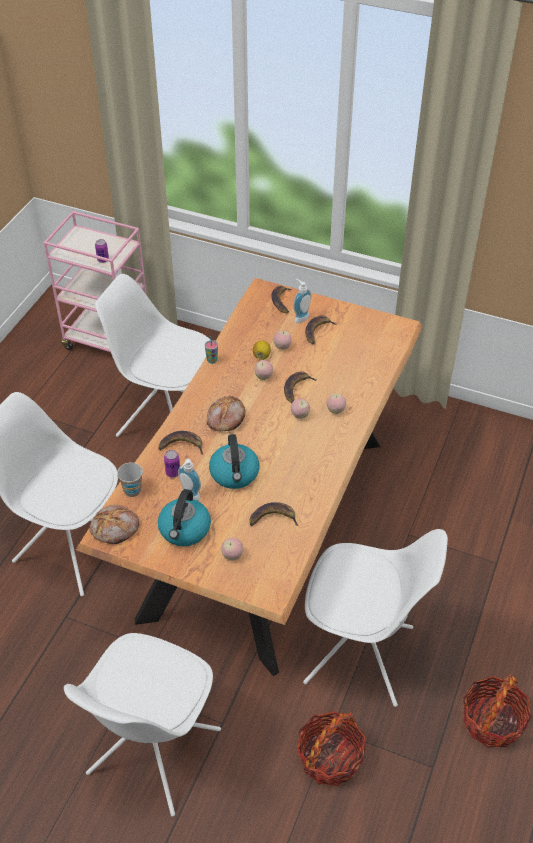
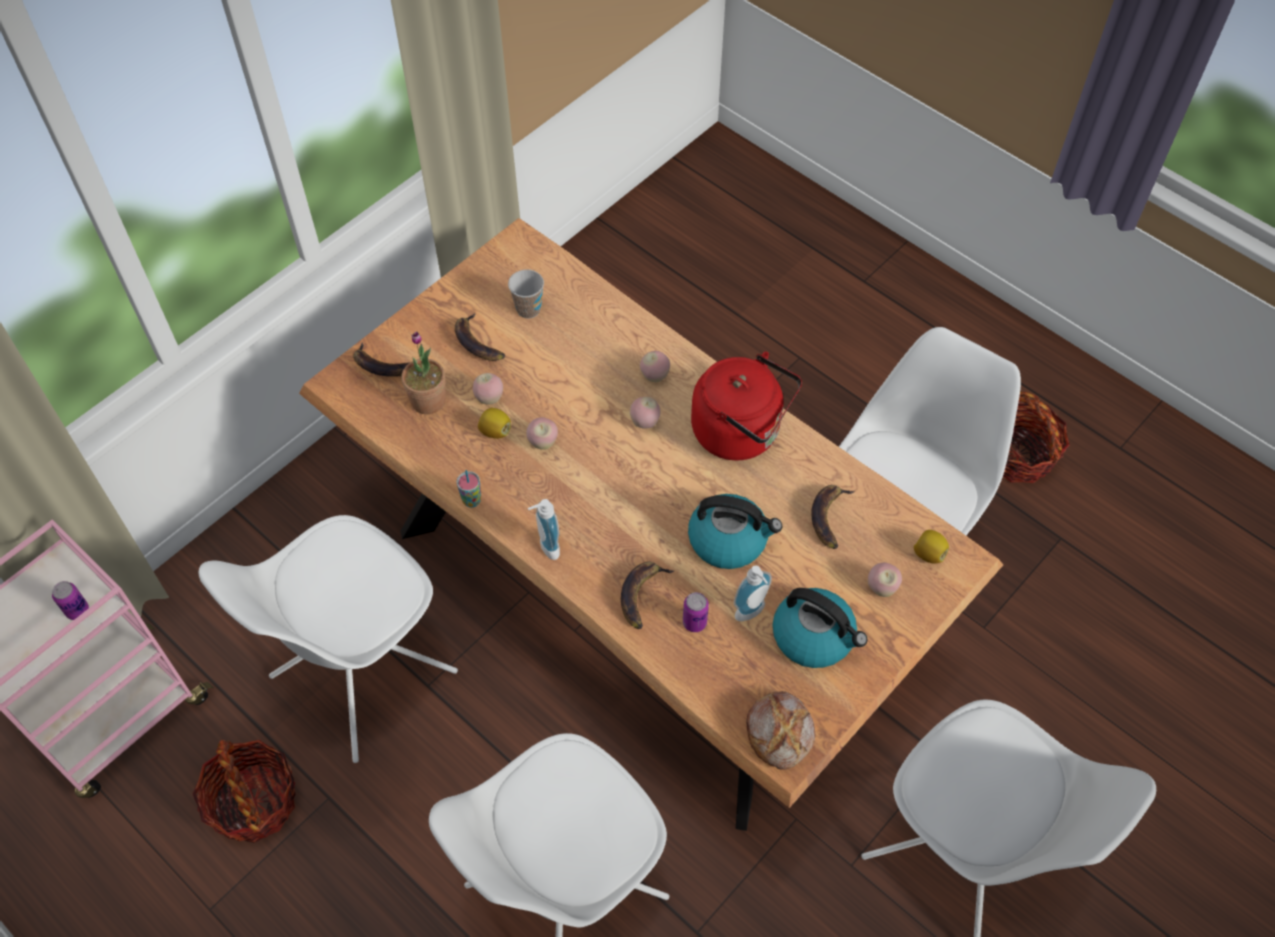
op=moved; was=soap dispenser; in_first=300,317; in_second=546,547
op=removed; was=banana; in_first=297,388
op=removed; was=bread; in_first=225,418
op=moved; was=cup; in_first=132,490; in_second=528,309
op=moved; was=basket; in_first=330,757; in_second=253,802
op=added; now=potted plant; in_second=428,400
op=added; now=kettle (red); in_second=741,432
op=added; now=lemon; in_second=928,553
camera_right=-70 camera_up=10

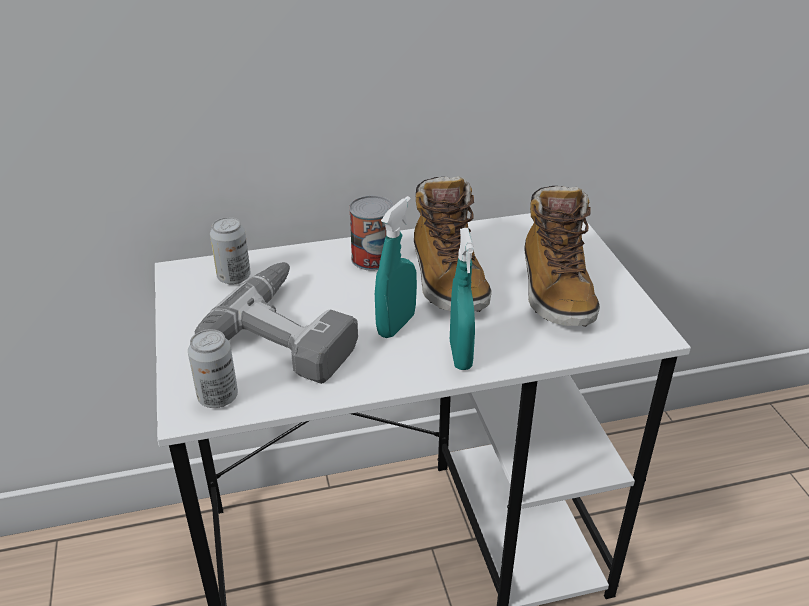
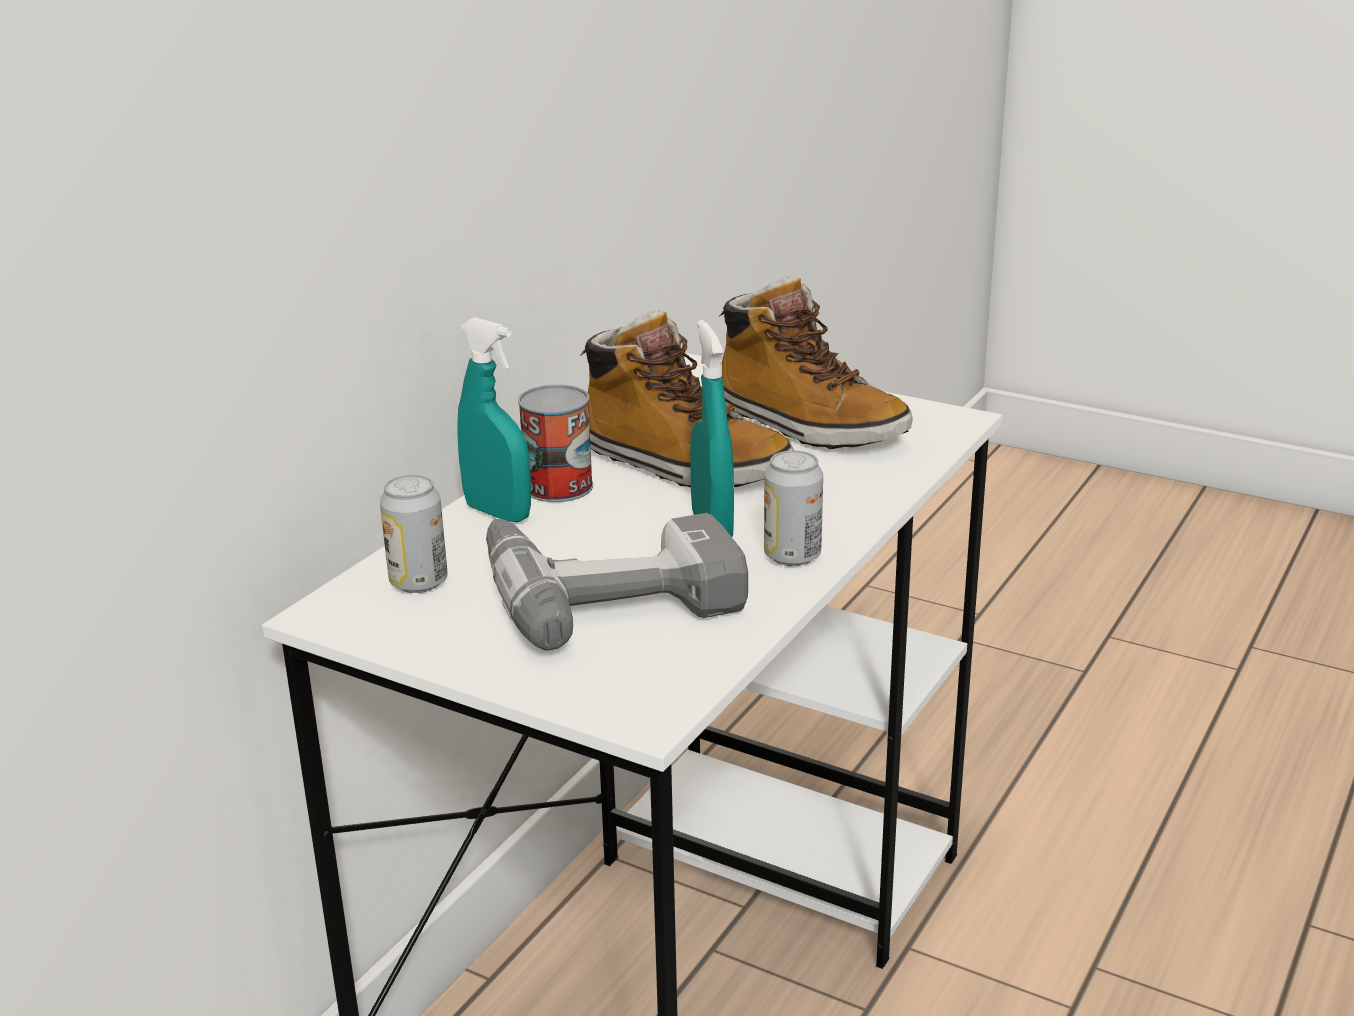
op=moved; was=spray bottle (turquoise); in_first=460,355; in_second=498,513
op=moved; was=can; in_first=218,397; in_second=792,556
camera_right=-45 camera_up=-10

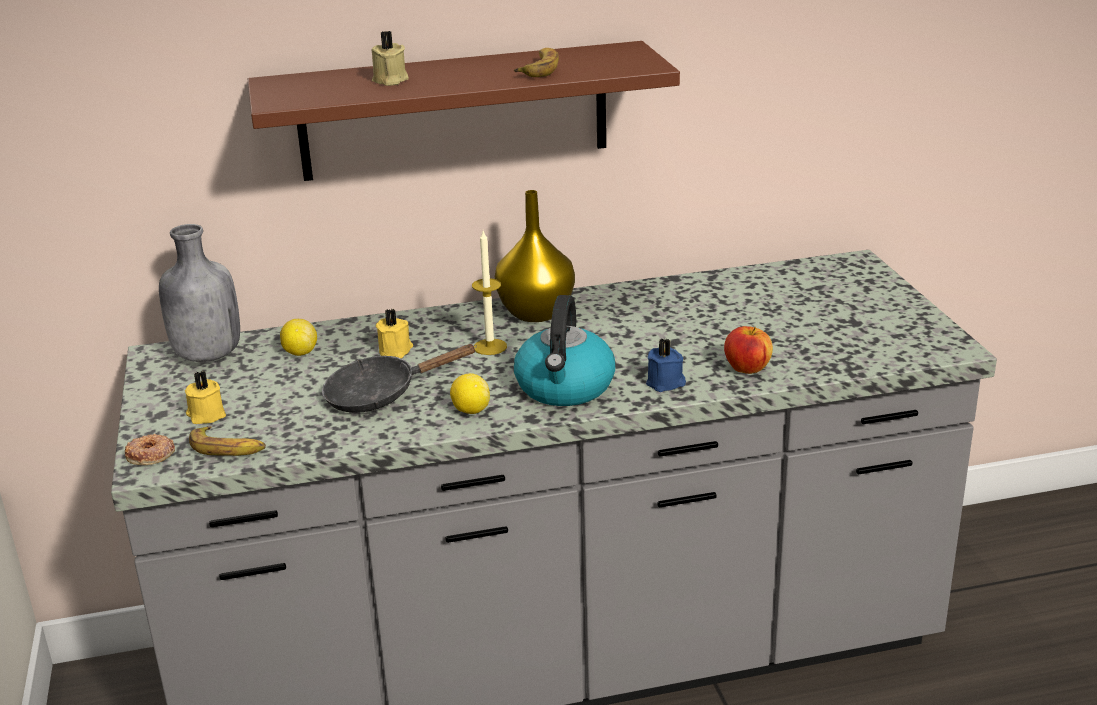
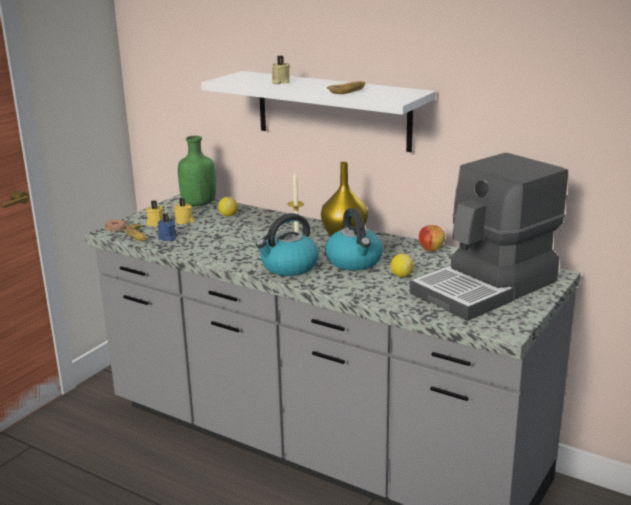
op=recoloured; was=shelf (brown); now=shelf (white); in_first=454,111; in_second=332,110
op=recoloured; was=bottle (grey); now=bottle (green); in_first=206,355; in_second=198,204
op=moved; was=candle (yellow); in_first=396,350; in_second=184,221
op=moved; was=apple; in_first=747,368; in_second=431,249
op=moved; was=candle (blue); in_first=666,383; in_second=167,238
op=removed; was=frying pan (black); in_first=380,394
op=moved; was=lemon; in_first=471,410; in_second=401,275
op=added; now=coffee machine; in_second=487,288
op=added; now=kettle; in_second=355,262
camera_right=45 camera_up=-5

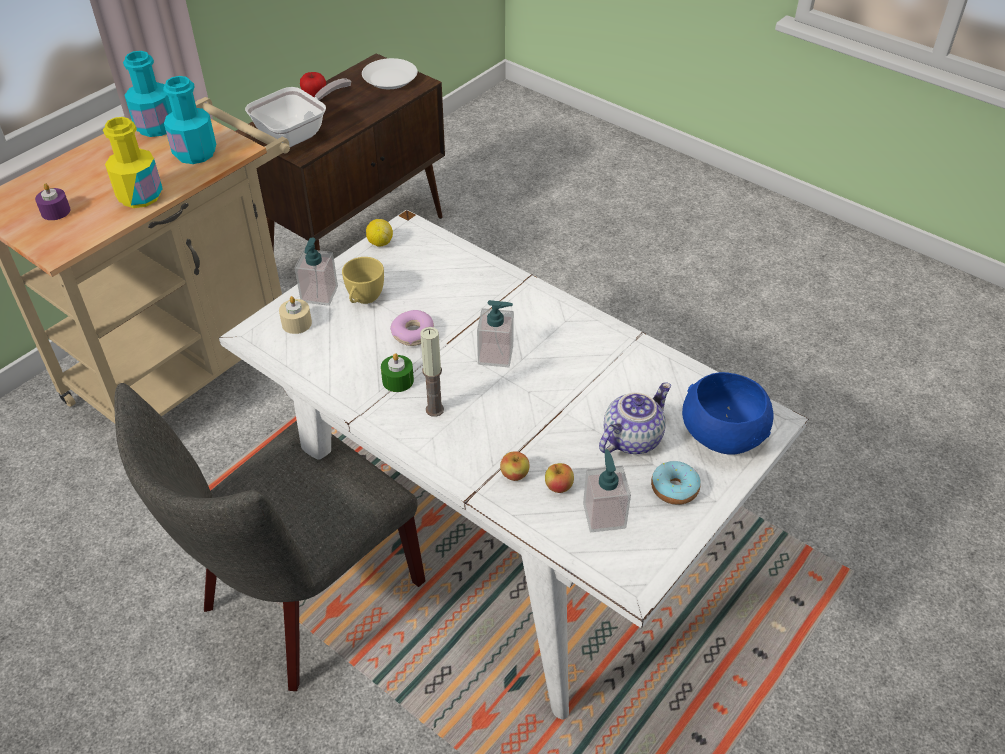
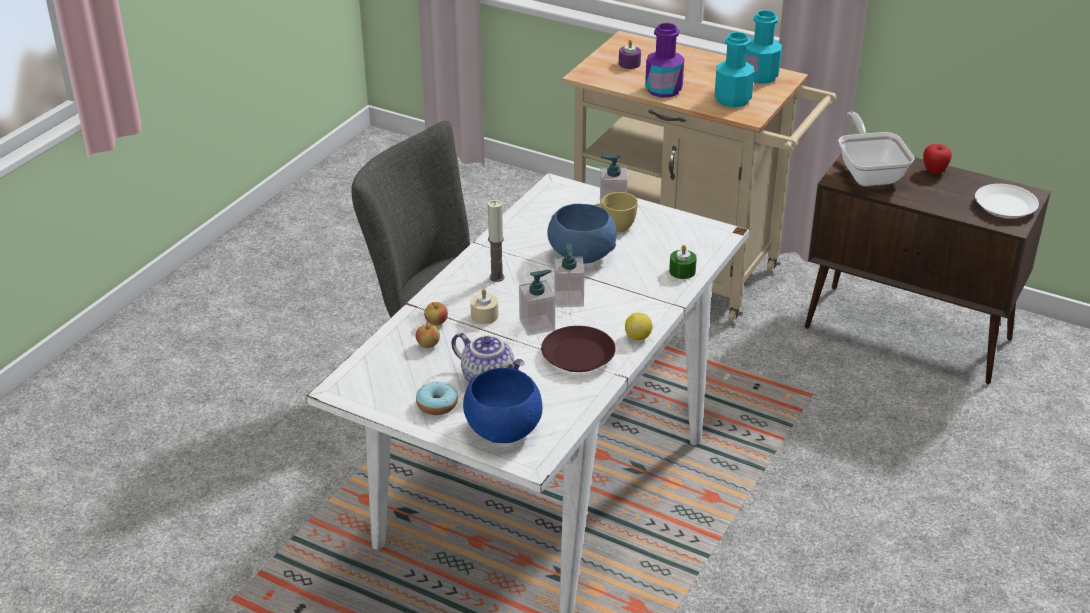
op=turned; was=frying pan; in_first=298,133; in_second=869,173; clockwise=-135
op=recoloured; was=bottle (yellow); now=bottle (purple); in_first=140,196; in_second=663,90
op=moved; was=lemon; in_first=380,242; in_second=638,337
op=moved; was=candle (beige); in_first=296,323; in_second=484,316
op=replaced; was=donut; now=bowl (blue); in_first=413,334; in_second=580,256
op=moved; was=candle (green); in_first=398,380; in_second=682,271
op=moved; was=soap dispenser; in_first=604,515; in_second=537,325
op=added; now=plate (brown); in_second=579,356
camera_right=80 camera_up=-10

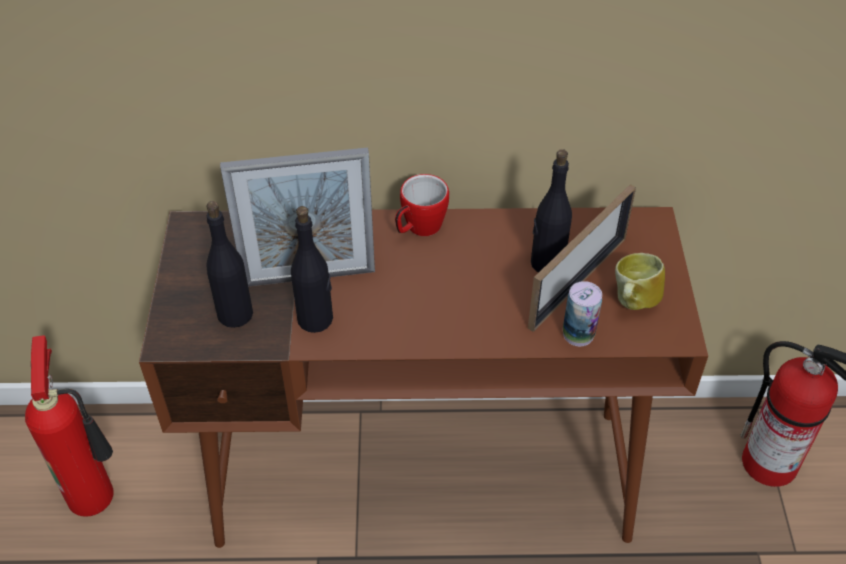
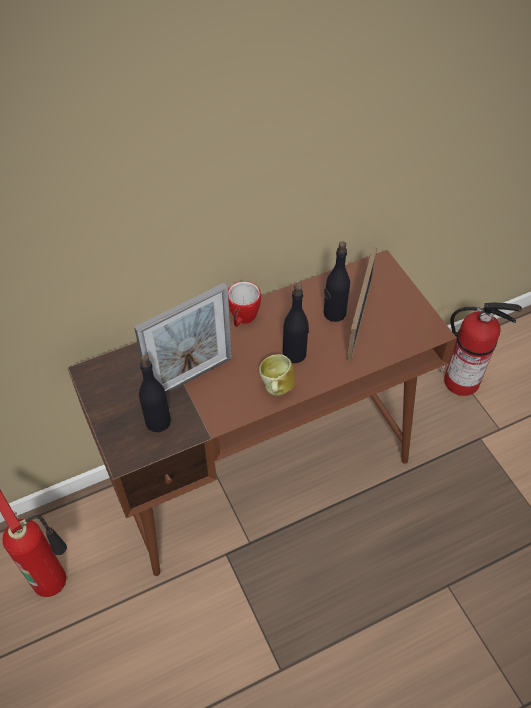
op=moved; was=bottle (black); in_first=316,319; in_second=295,353
op=moved; was=mug; in_first=632,302; in_second=276,389
op=removed; was=can; in_first=578,334
camera_right=-25 camera_up=5

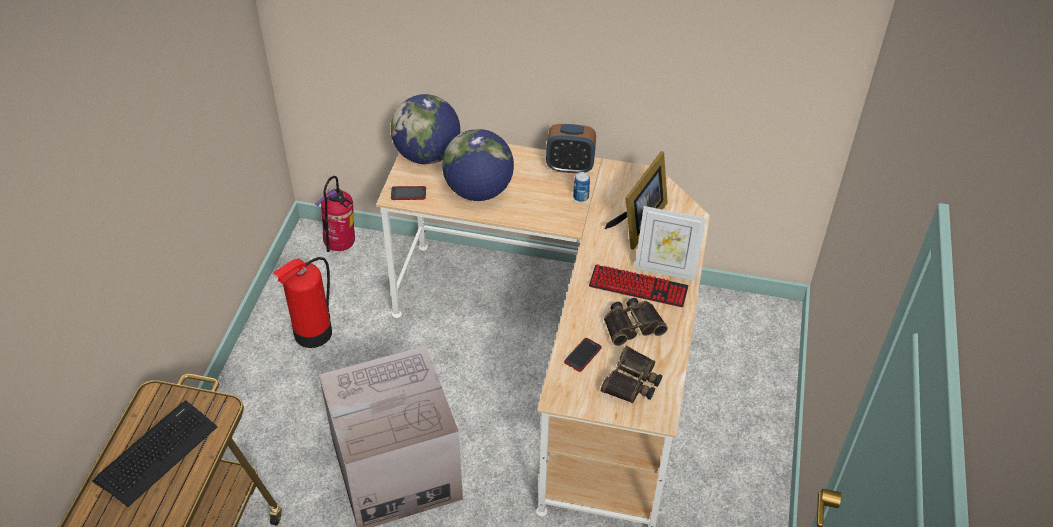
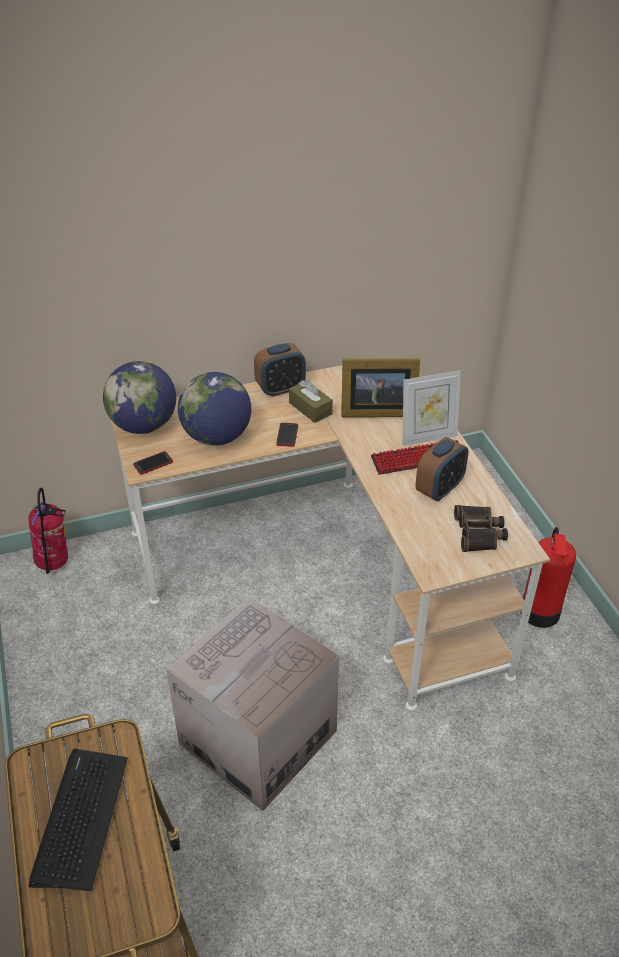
op=turned; was=picture frame; in_first=639,223; in_second=375,410; clockwise=90
op=replaced; was=can; now=tissue box (brown); in_first=581,197; in_second=310,408
op=moved; was=fire extinguisher; in_first=312,333; in_second=539,613
op=replaced; was=binoculars; now=alarm clock; in_first=632,324; in_second=439,489
op=moved; was=phone; in_first=582,355; in_second=287,435
camera_right=-30 camera_up=-5

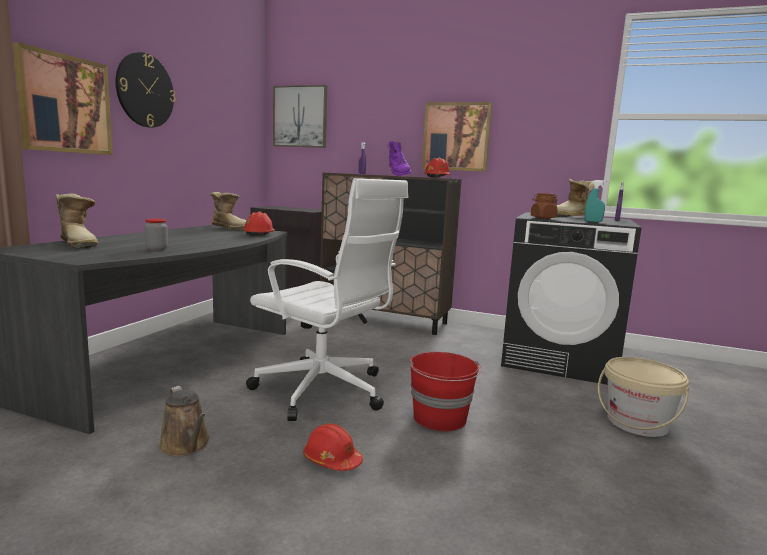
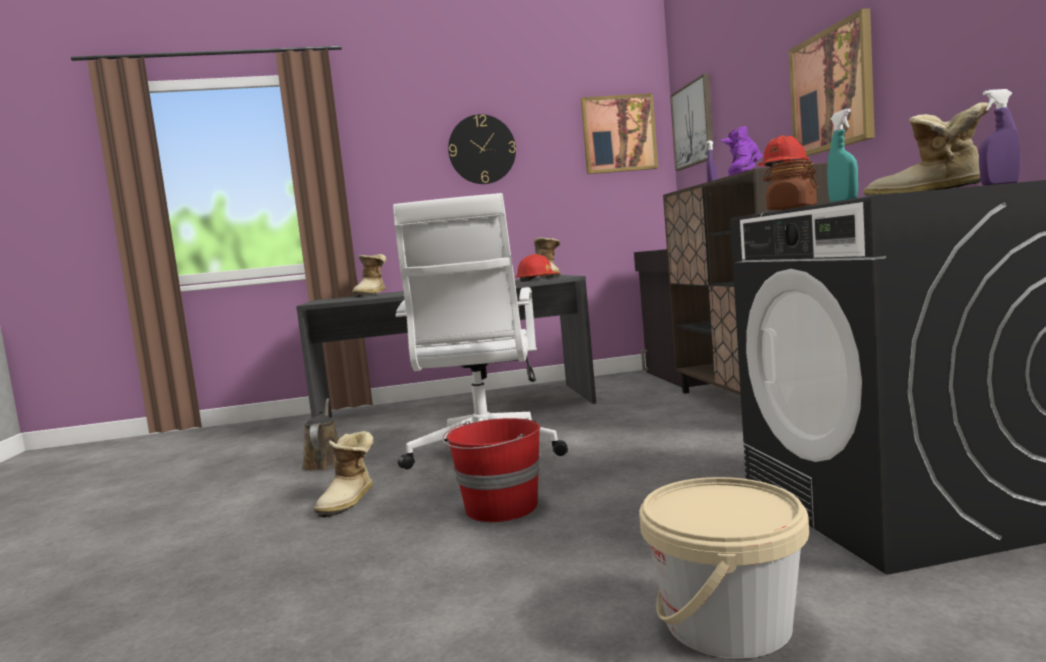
op=moved; was=picture; in_first=65,104; in_second=618,134
op=removed; was=jar; in_first=157,249
op=turned; was=watering can (brown); in_first=186,446; in_second=324,463; clockwise=150
op=replaced; was=hard hat (red); now=boot; in_first=331,460; in_second=350,501
camera_right=60 camera_up=-5

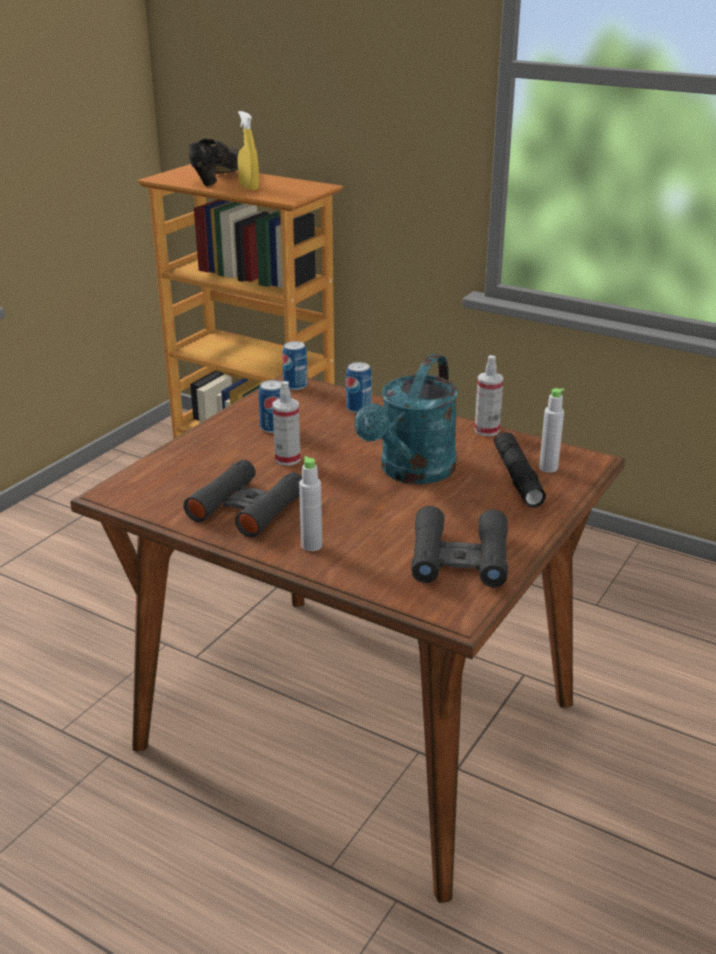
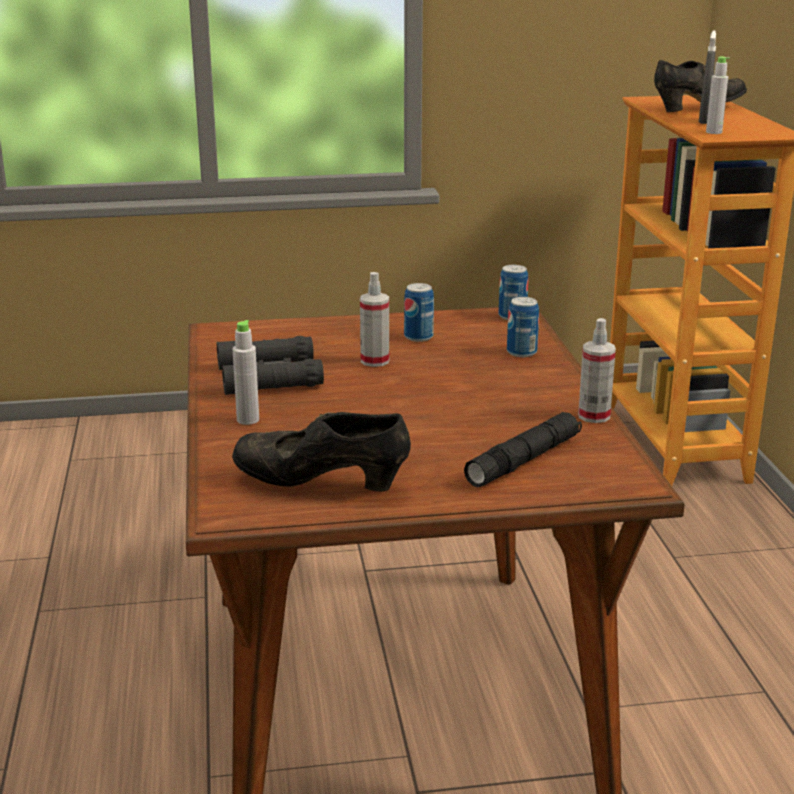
op=recoloured; was=spray bottle (yellow); now=spray bottle (grey); in_first=249,188; in_second=704,121
op=removed; was=watering can (turquoise); in_first=412,472
op=moved; was=bottle (grey); in_first=548,468; in_second=714,132
op=replaced; was=binoculars (black); now=shoe (black); in_first=459,558; in_second=321,484
camera_right=50 camera_up=-5

